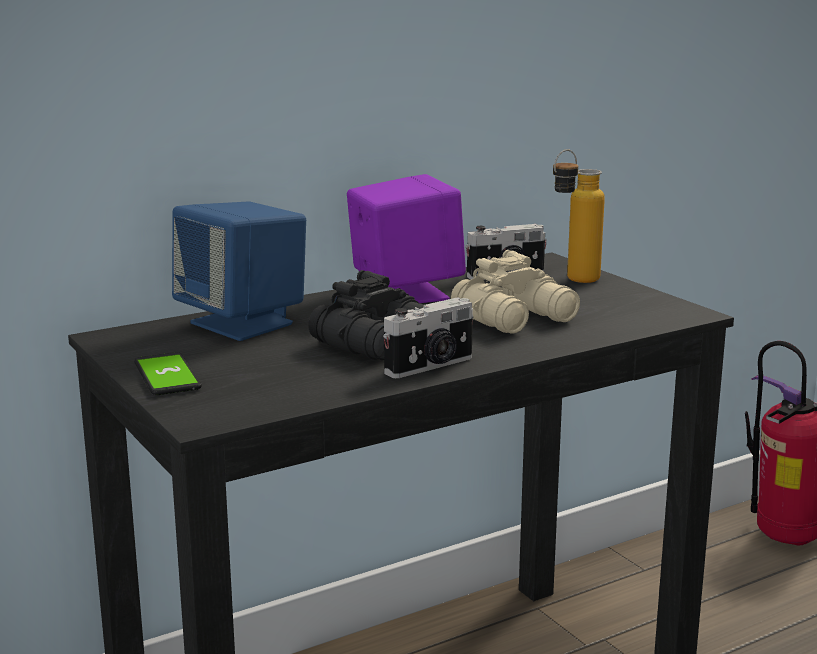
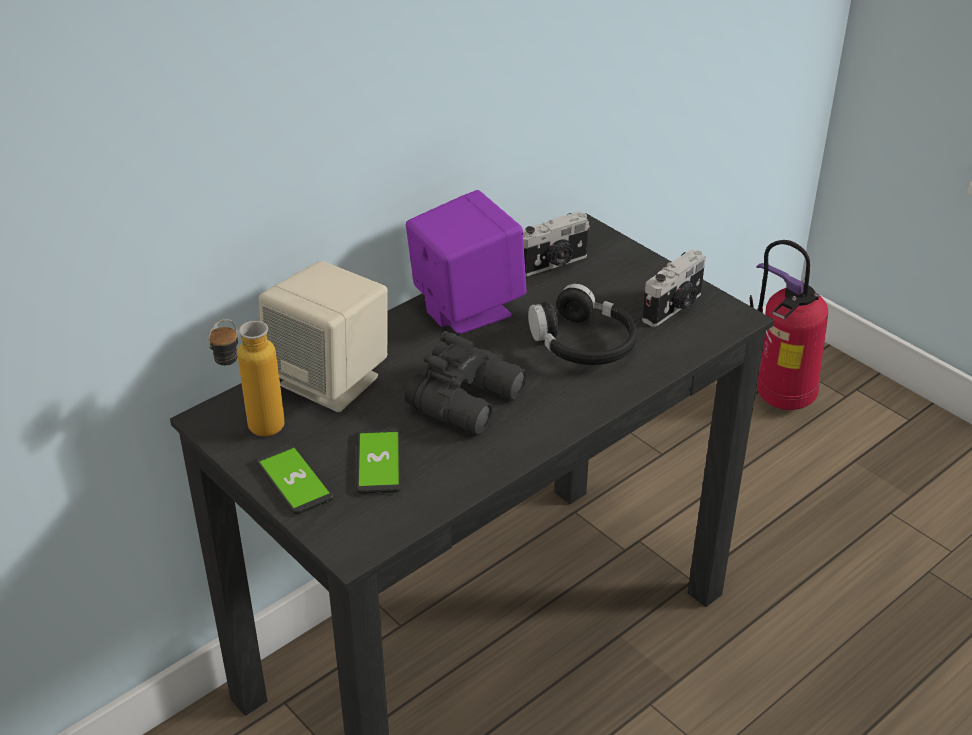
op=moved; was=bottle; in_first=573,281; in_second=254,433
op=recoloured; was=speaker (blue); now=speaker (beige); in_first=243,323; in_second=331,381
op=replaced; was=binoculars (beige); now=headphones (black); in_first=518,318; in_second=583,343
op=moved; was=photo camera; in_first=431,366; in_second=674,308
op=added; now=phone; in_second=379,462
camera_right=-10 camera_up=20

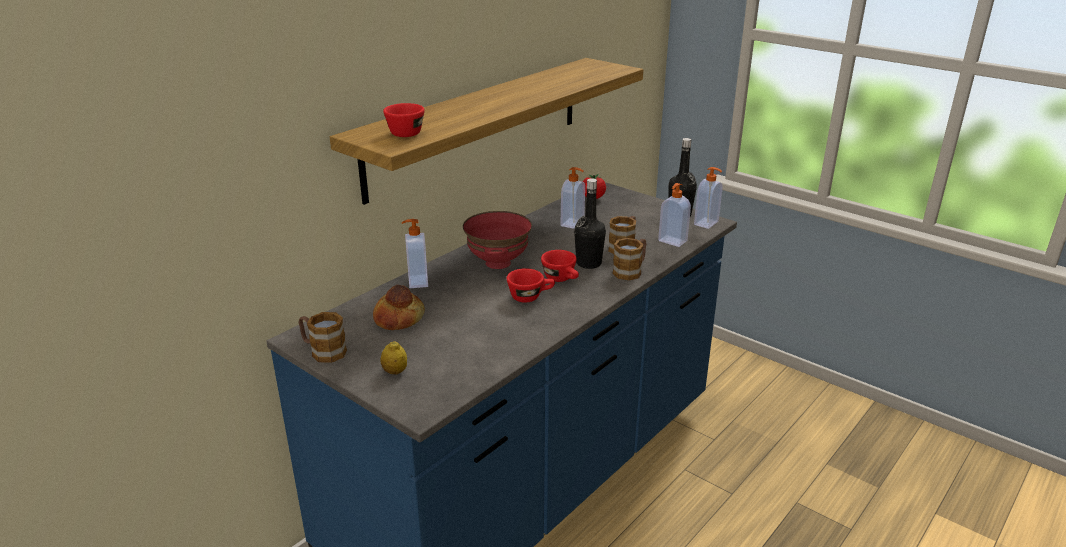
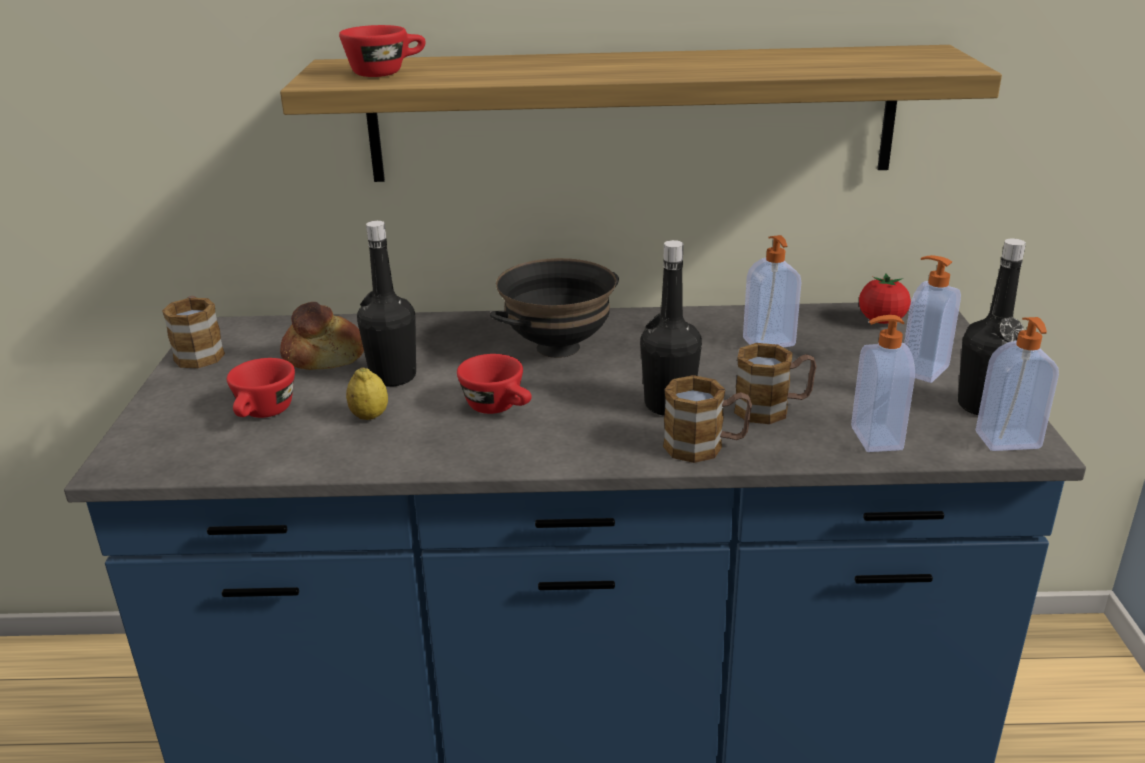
op=recoloured; was=bowl (red); now=bowl (black); in_first=498,263; in_second=558,348
op=moved; was=soap dispenser; in_first=417,282; in_second=922,370
op=moved; was=cup (red); in_first=562,279; in_second=263,414
op=moved; was=lemon; in_first=395,372; in_second=369,416
op=added; now=bottle (black); in_second=393,377
camera_right=50 camera_up=0

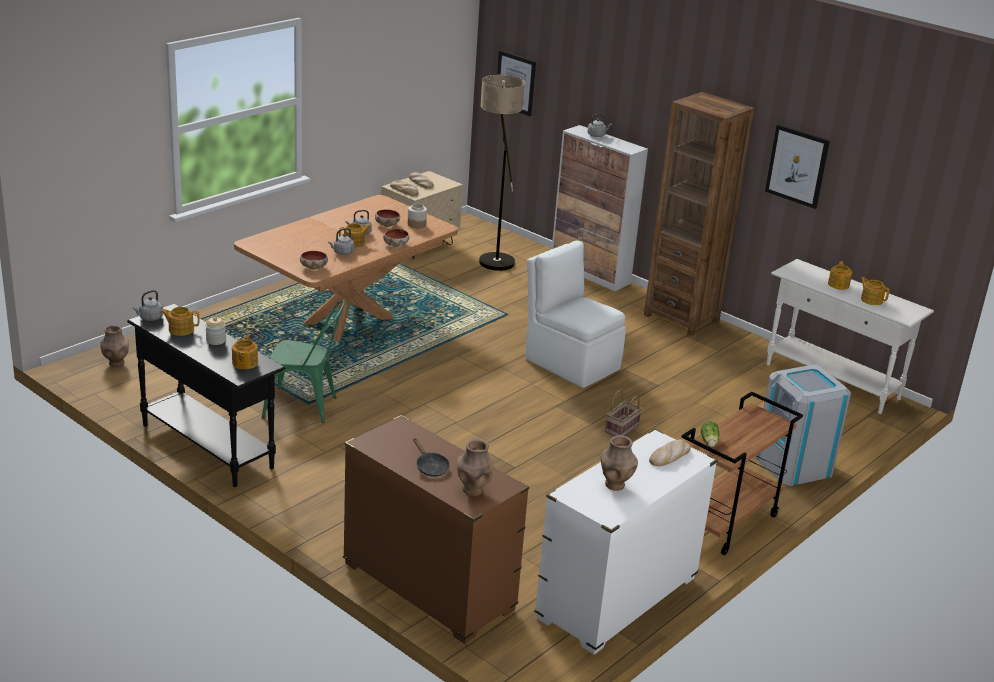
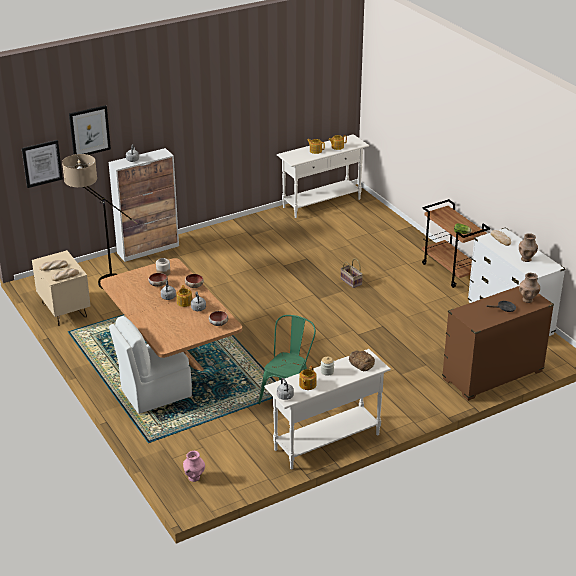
op=removed; was=bookcase (brown); in_first=681,318
op=moved; was=picture; in_first=797,166; in_second=89,131
op=moved; was=chair (white); in_first=570,363; in_second=154,393
op=recoloured; was=console table (black); now=console table (white); in_first=207,446; in_second=326,442
op=recoloured; was=vase (brown); now=vase (pink); in_first=116,363; in_second=194,478
op=replaced; was=teapot; now=bread; in_first=244,363; in_second=361,363
op=removed; was=trash can (grey); in_first=793,465
camera_right=-70 camera_up=5

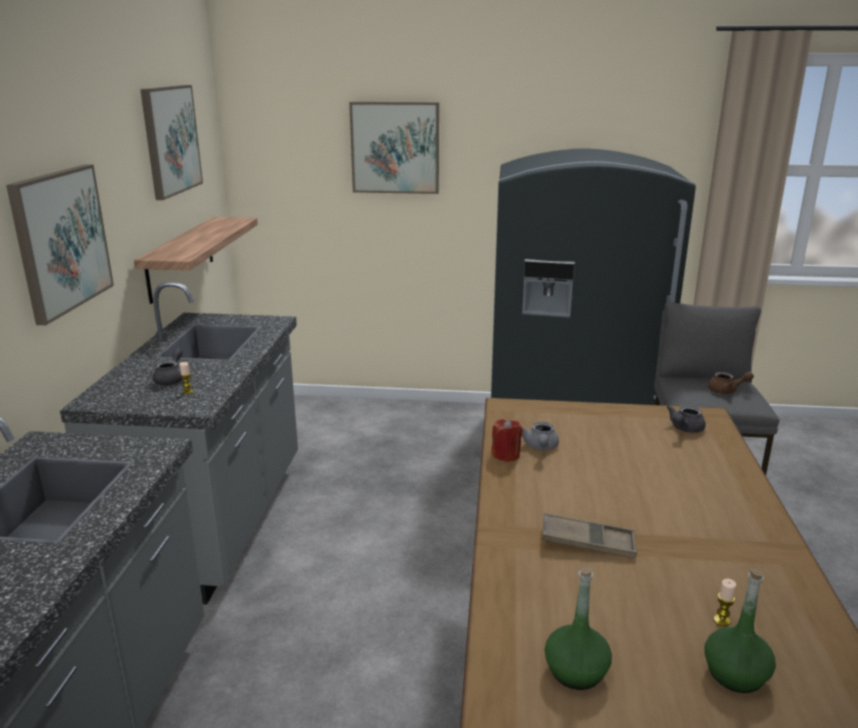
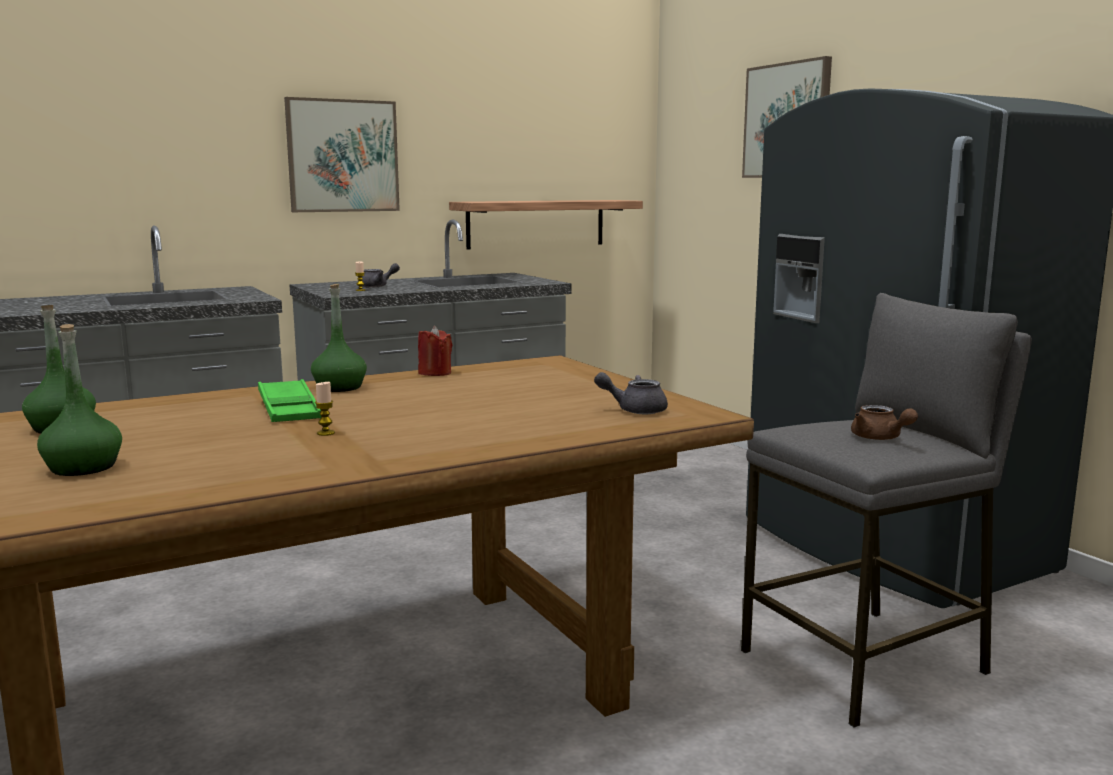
op=removed; was=picture; in_first=170,140
op=removed; was=teapot (grey); in_first=540,447
op=recoloured; was=tray (brown); now=tray (green); in_first=587,542; in_second=289,409
op=moved; was=candle; in_first=721,621; in_second=325,433
op=added; now=bottle (green); in_second=339,388
camera_right=55 camera_up=-10

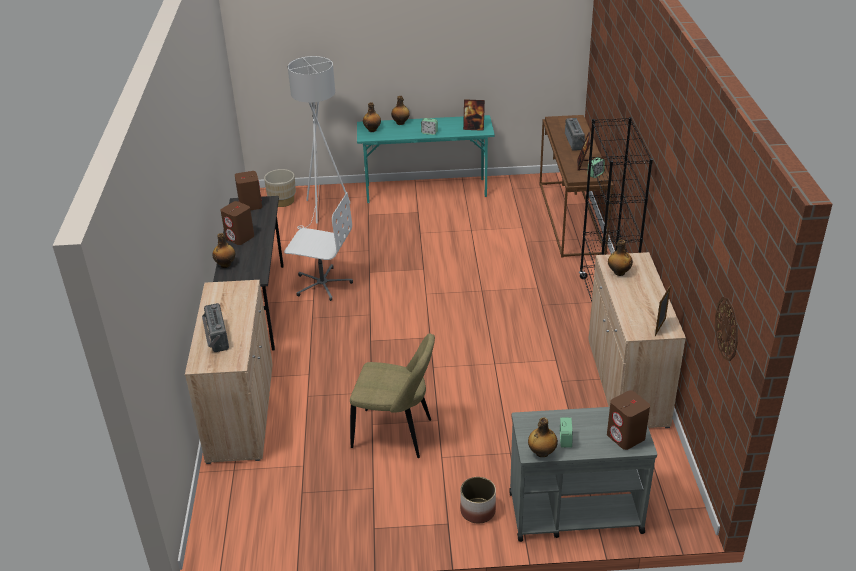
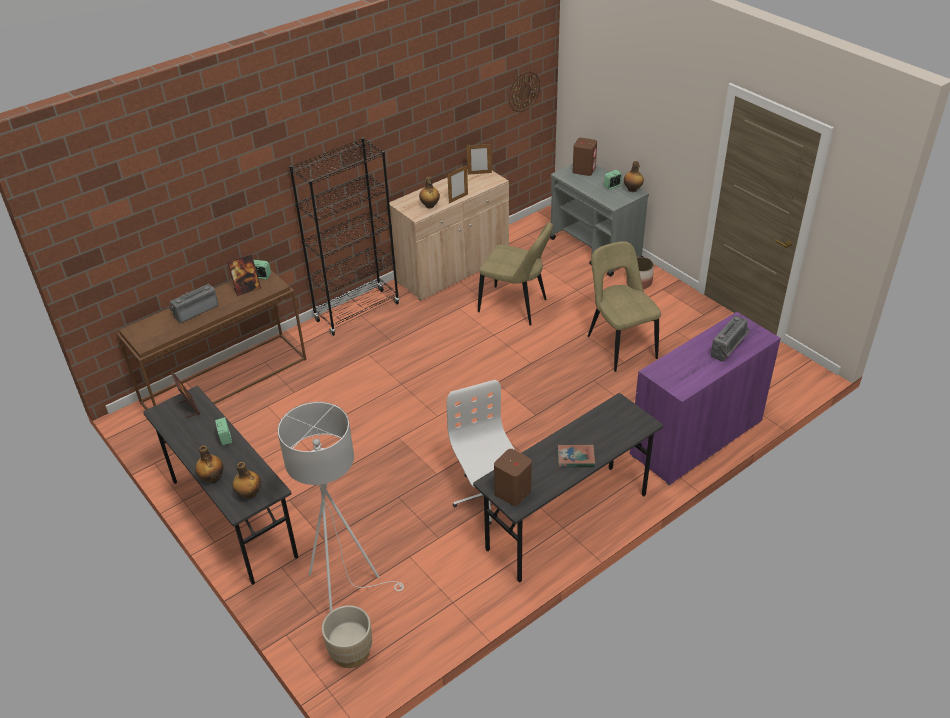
op=recoloured; was=desk (turquoise); now=desk (grey); in_first=426,190; in_second=232,518
op=replaced; was=speaker (brown); now=book; in_first=240,237; in_second=576,458
op=removed; was=bottle; in_first=226,265
op=recoloured; was=cabinet (beige); now=cabinet (purple); in_first=241,412; in_second=696,438
op=added; now=picture frame; in_second=458,198
op=added; now=chair (beige); in_second=515,307
camera_right=-125 camera_up=5

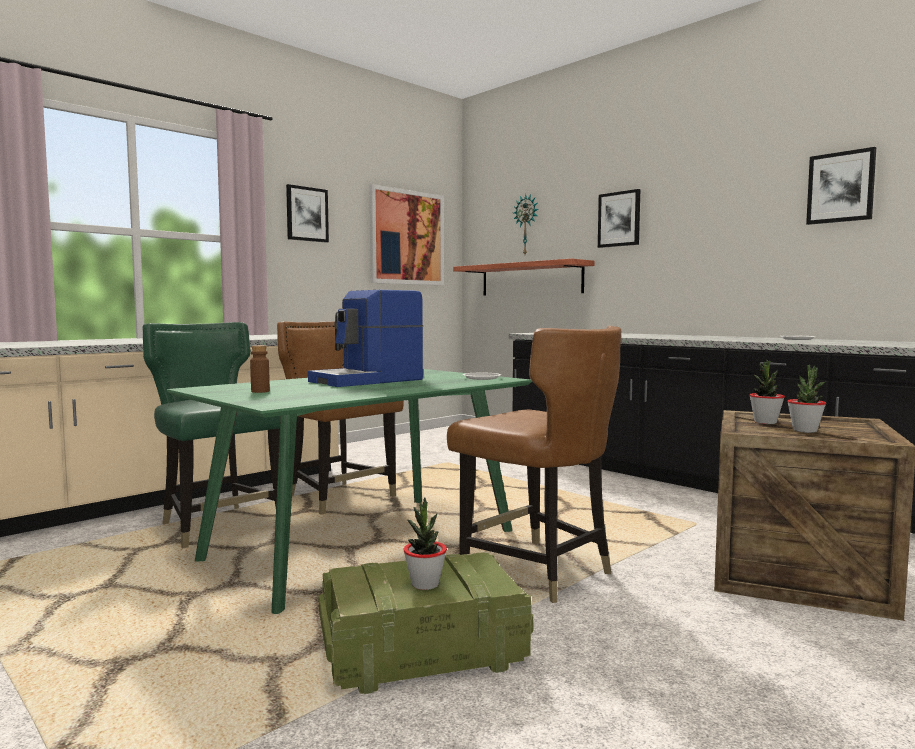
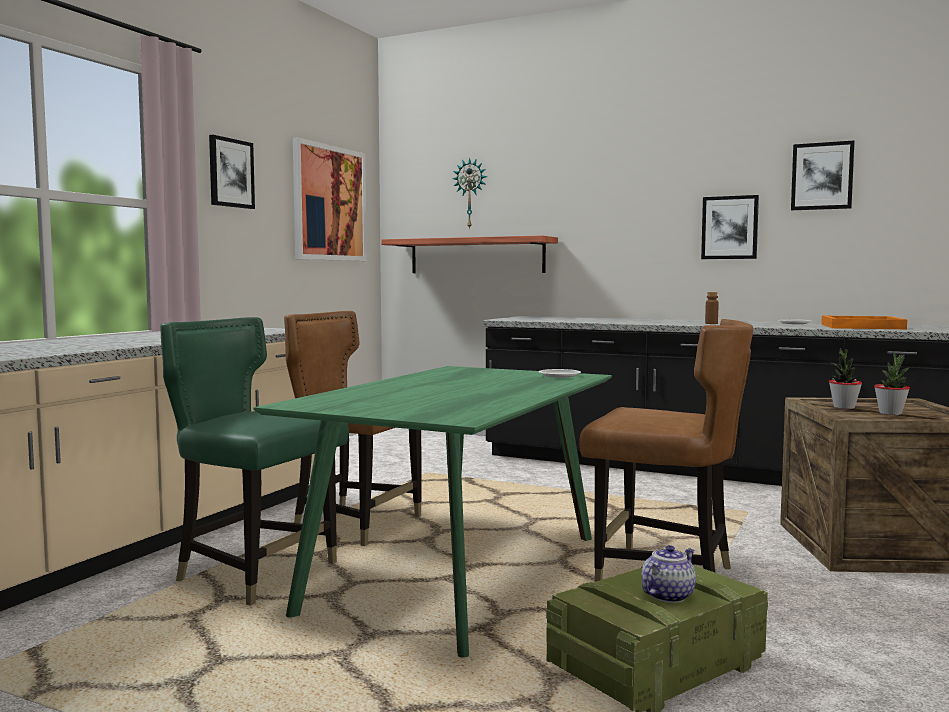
op=moved; was=picture; in_first=619,219; in_second=729,227
op=removed; was=coffee machine; in_first=368,380
op=moved; was=bottle (brown); in_first=260,391; in_second=711,323
op=replaced; was=potted plant; now=teapot; in_first=425,584; in_second=668,595
op=added; now=tray (orange); in_second=862,326
camera_right=-20 camera_up=0

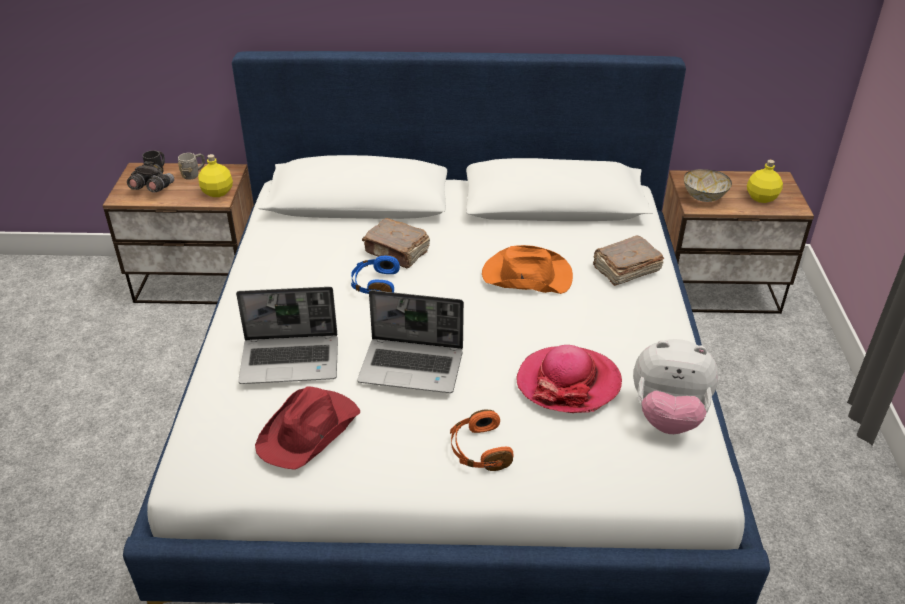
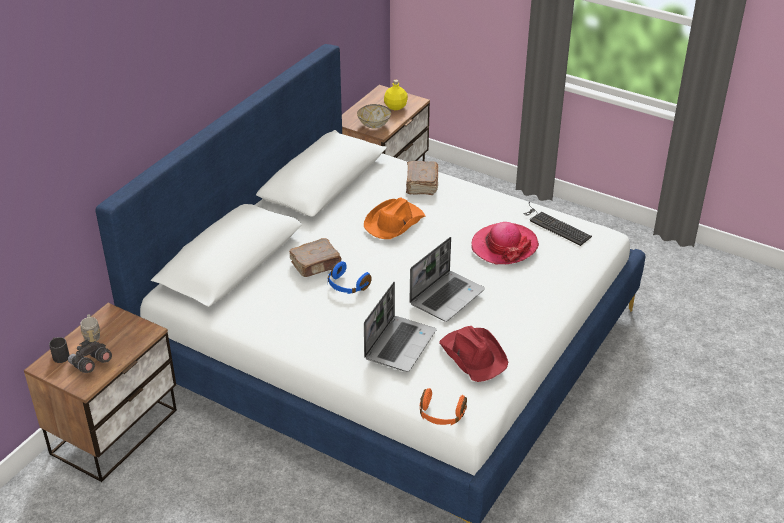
op=removed; was=bottle (yellow); in_first=217,192
op=replaced; was=plush toy; now=keyboard; in_first=668,416; in_second=554,225
op=moved; was=headphones (orange); in_first=479,450; in_second=441,415
camera_right=-60 camera_up=0

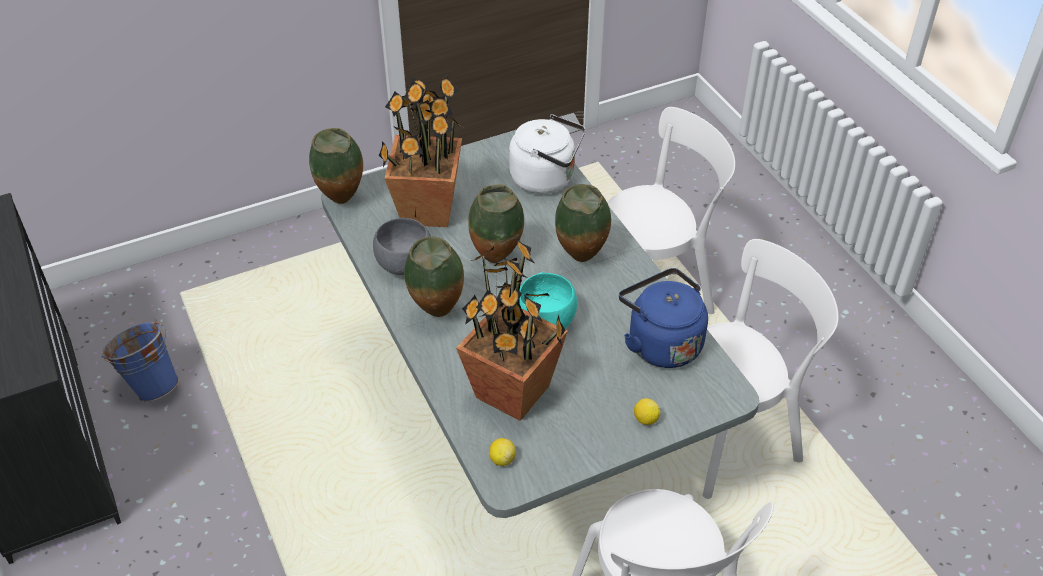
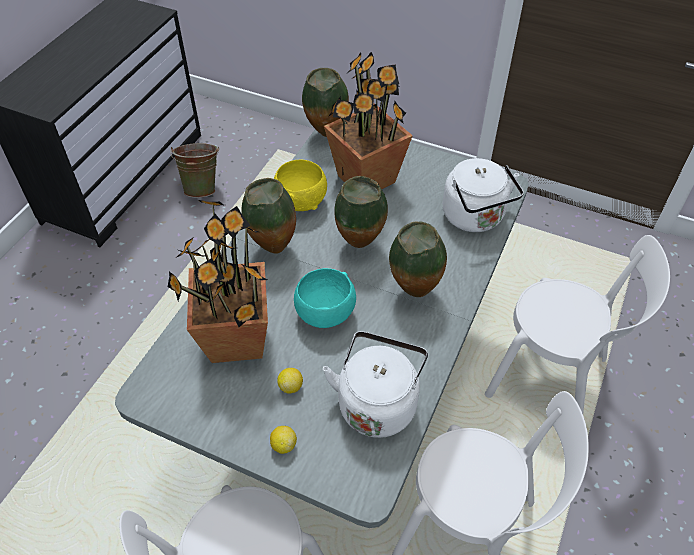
op=recoloured; was=bowl (grey); now=bowl (yellow); in_first=404,264; in_second=301,201
op=recoloured; was=kettle (blue); now=kettle (white); in_first=661,343; in_second=377,402
op=recoloured; was=bucket (blue); now=bucket (green); in_first=151,384; in_second=202,187
op=moved; was=lemon; in_first=502,459; in_second=291,386
camera_right=50 camera_up=5

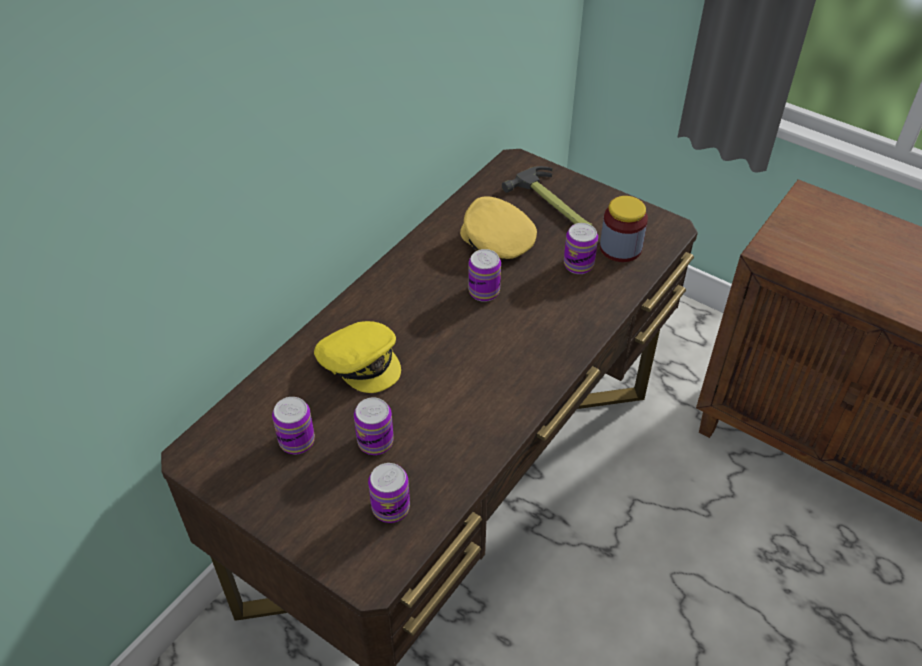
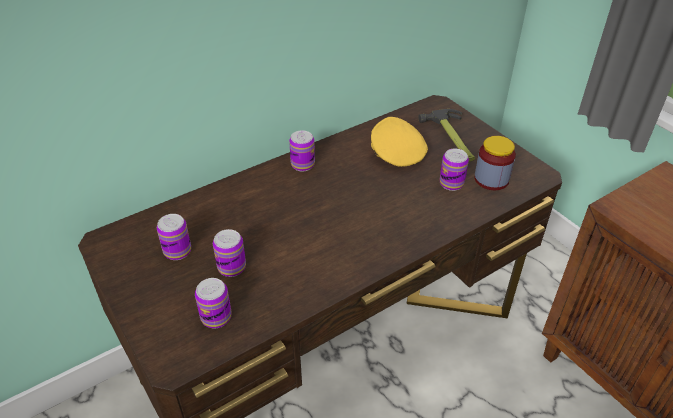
op=moved; was=can; in_first=484,291; in_second=302,164
op=removed; was=cap (yellow); in_first=360,362
camera_right=20 camera_up=-5

